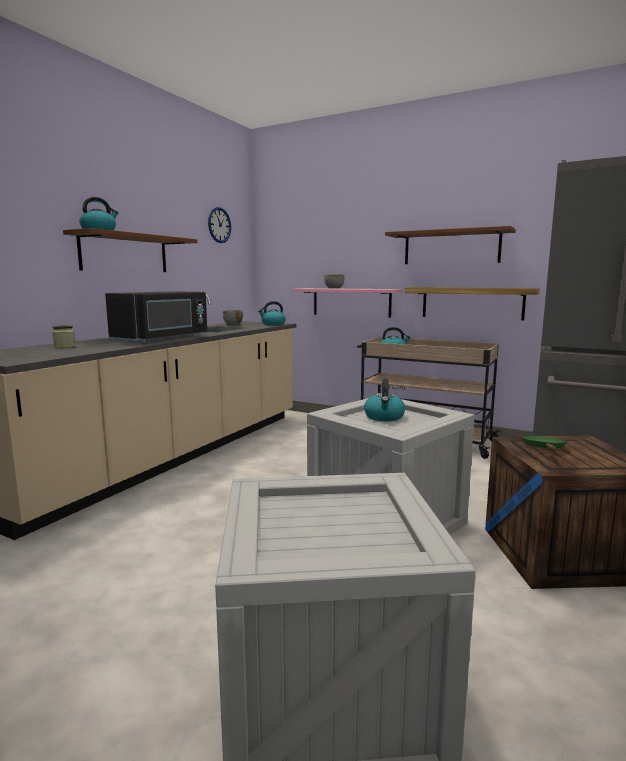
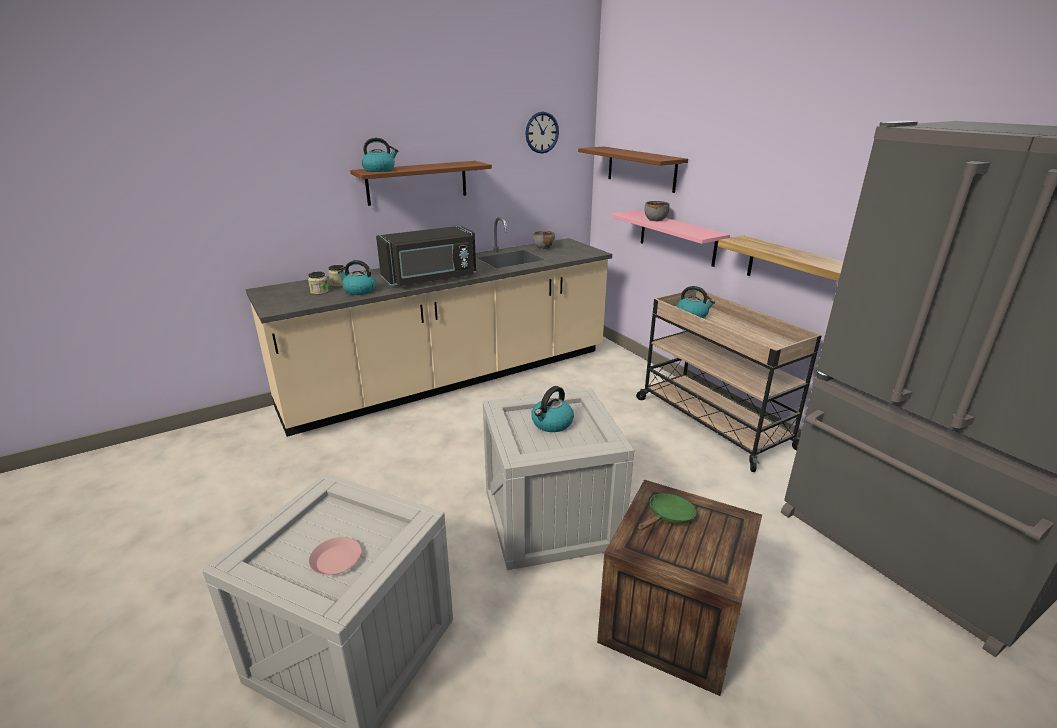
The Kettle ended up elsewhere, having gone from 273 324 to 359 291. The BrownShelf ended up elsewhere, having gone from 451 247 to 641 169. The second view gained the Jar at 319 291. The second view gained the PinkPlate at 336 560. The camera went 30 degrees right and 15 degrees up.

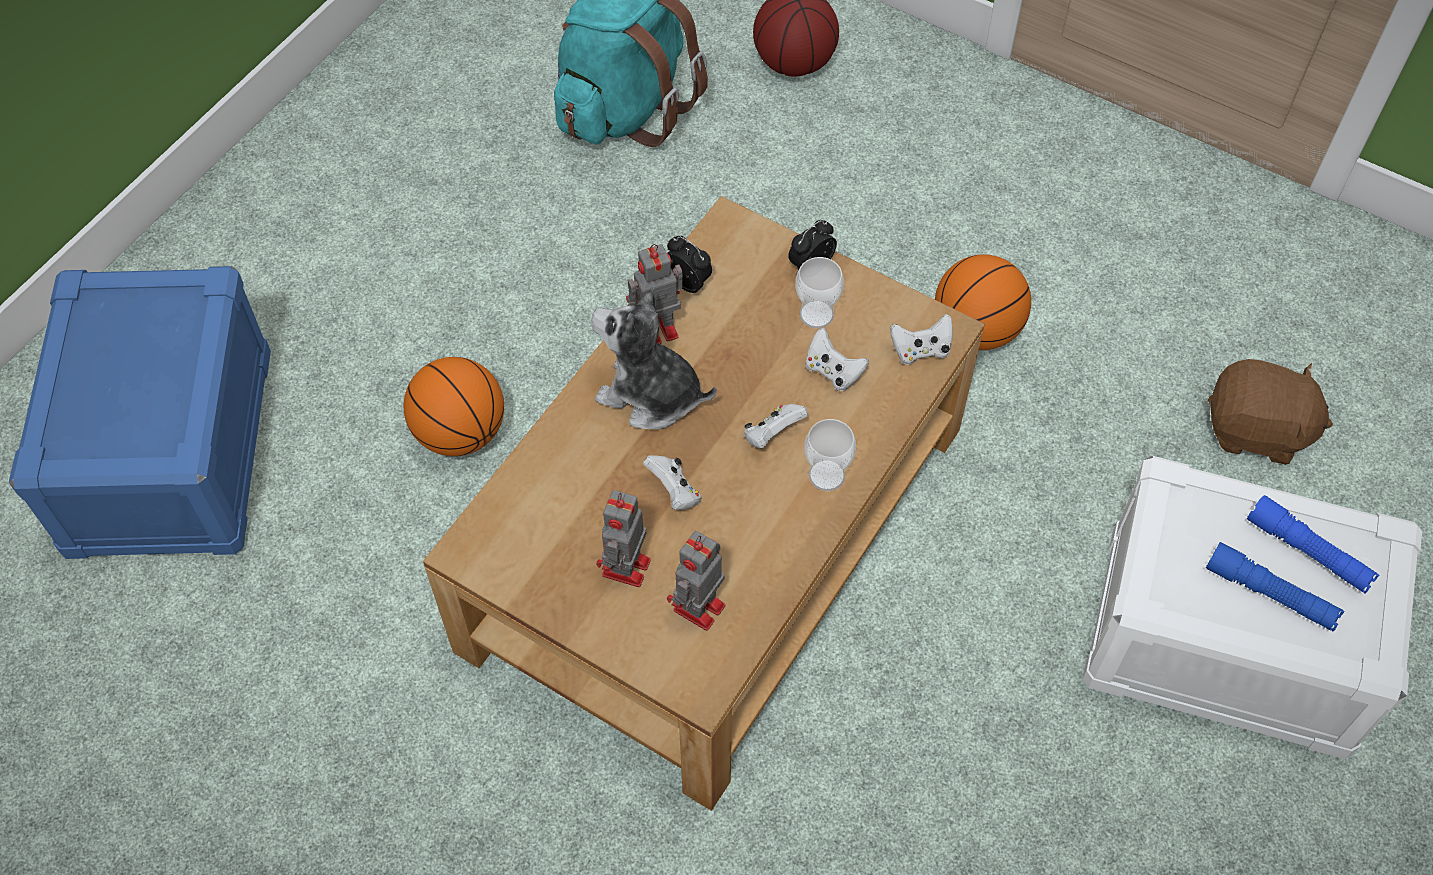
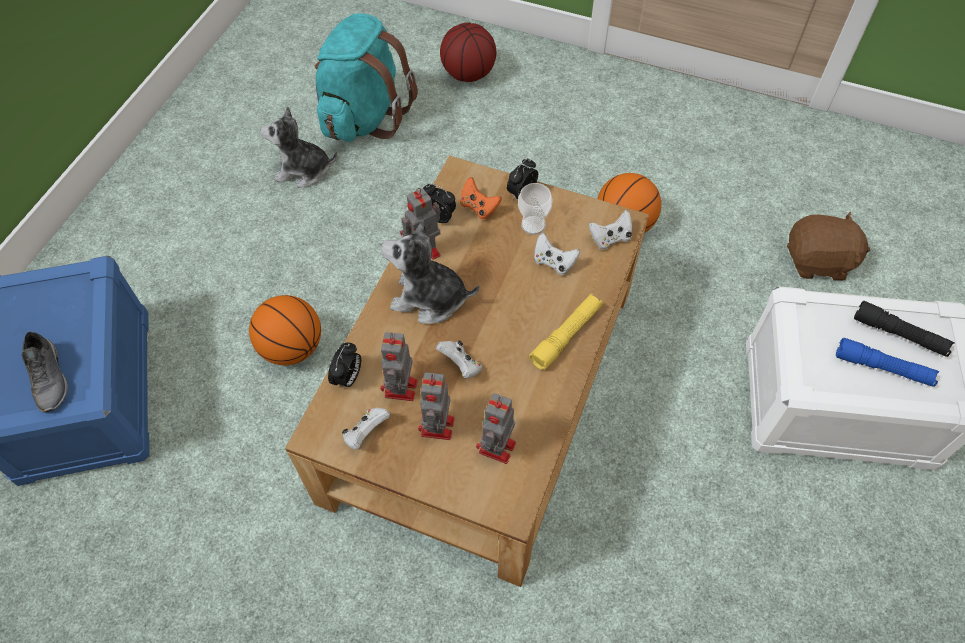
The WhiteGameController ended up elsewhere, having gone from 772 435 to 366 433. Where the Cup stood at 826 475, the YellowFlashlight came to stand at 566 335. What was the BlueFlashlight at 1308 552 turned into the BlackFlashlight at 899 334. The second view gained the GreyShoe at 50 378. The second view gained the PlushToy at 303 171. The second view gained the AlarmClock at 348 378. The second view gained the ToyRobot at 401 390. The second view gained the OrangeGameController at 479 207. The camera went 10 degrees left and 0 degrees up.

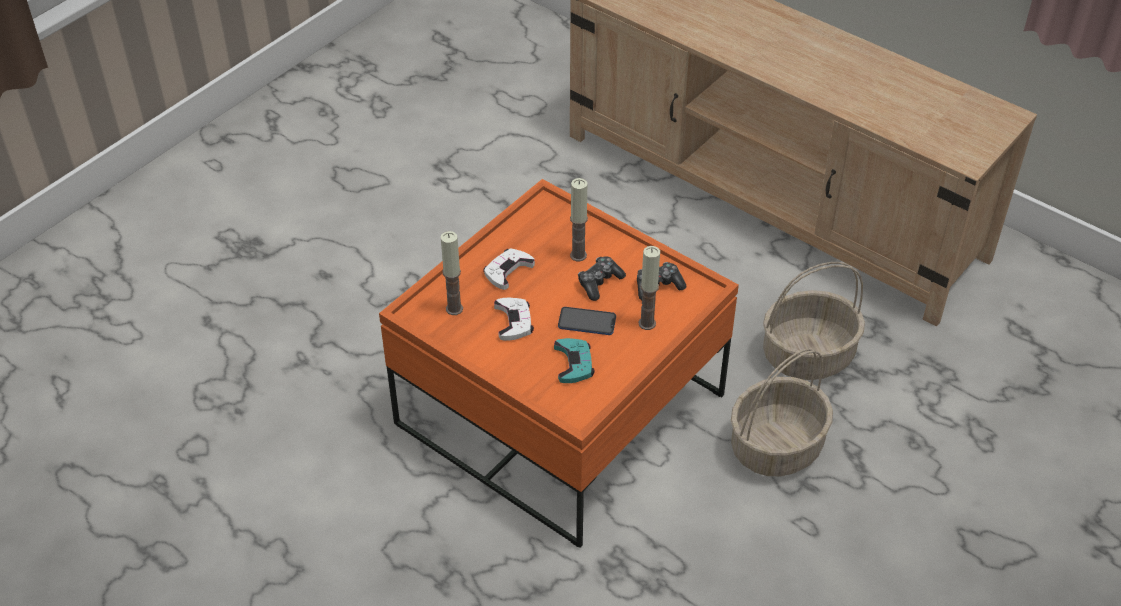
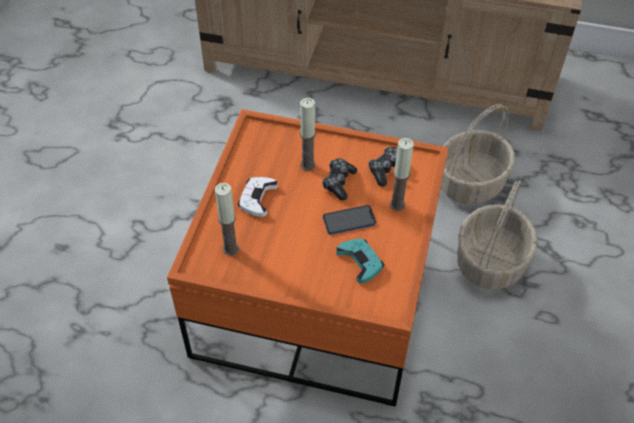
The second view lost the WhiteGameController at 514 321. The camera went 25 degrees left and 5 degrees up.

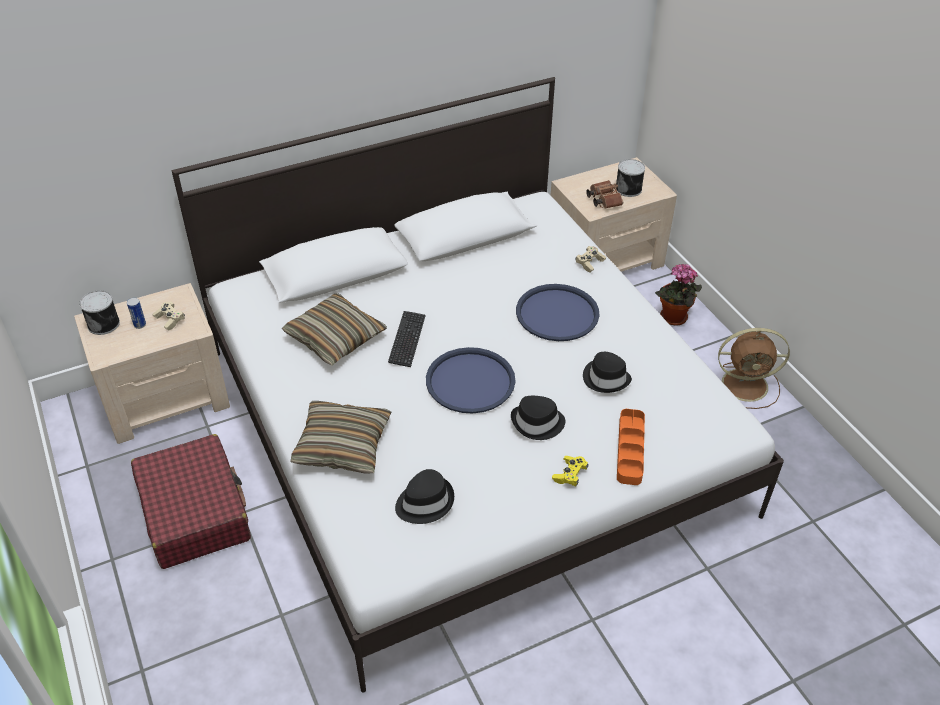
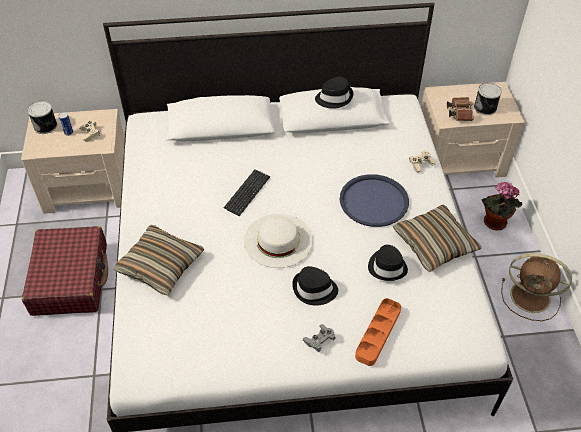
The Pillow ended up elsewhere, having gone from 335 338 to 434 244. The BlackHat ended up elsewhere, having gone from 424 502 to 334 97. Where the BlueTray stood at 470 381, the WhiteHat came to stand at 278 240. What was the YellowGameController at 570 475 turned into the GreyGameController at 319 341. The camera went 20 degrees right and 5 degrees up.

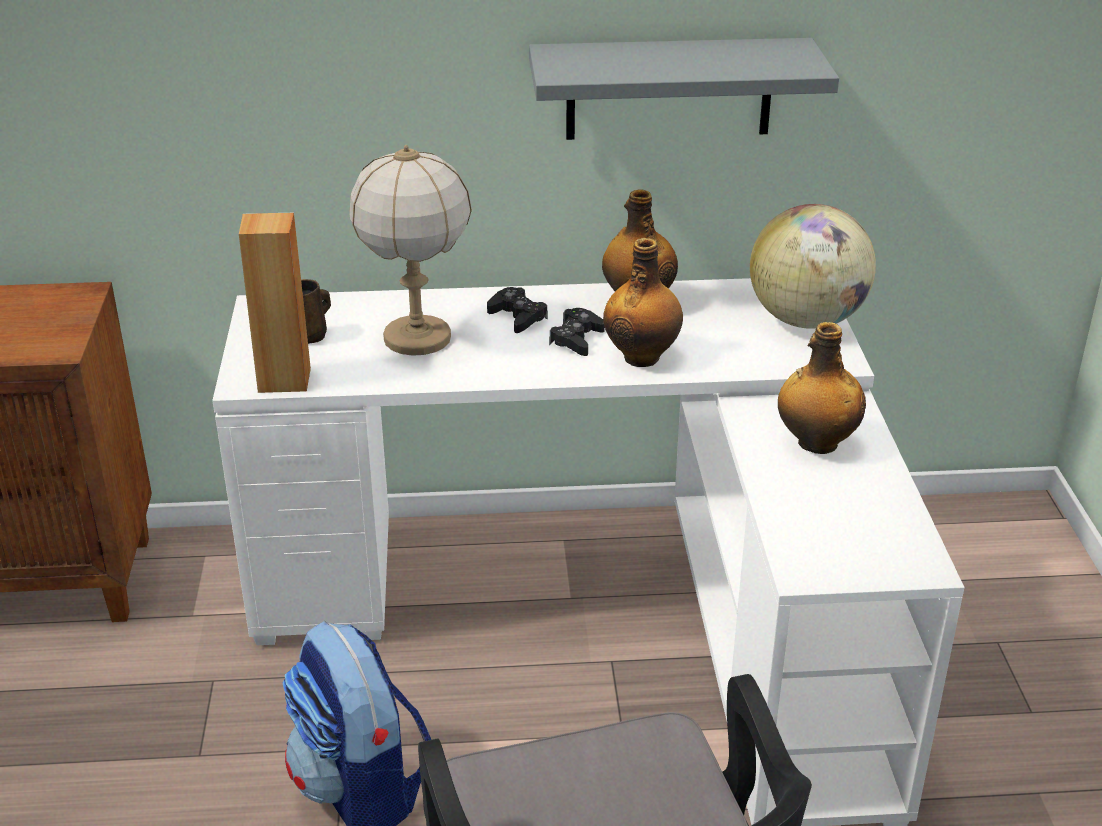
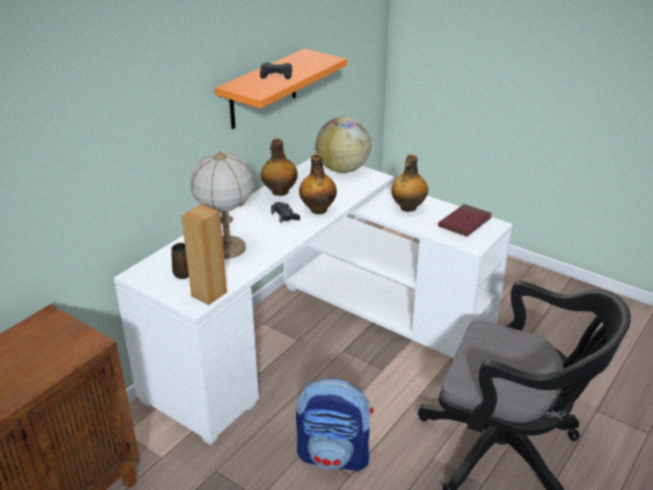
The BlackGameController ended up elsewhere, having gone from 517 317 to 276 75. What was the GreyShelf at 669 89 turned into the OrangeShelf at 263 89. The second view gained the RedBook at 465 222. The camera went 50 degrees left and 0 degrees up.

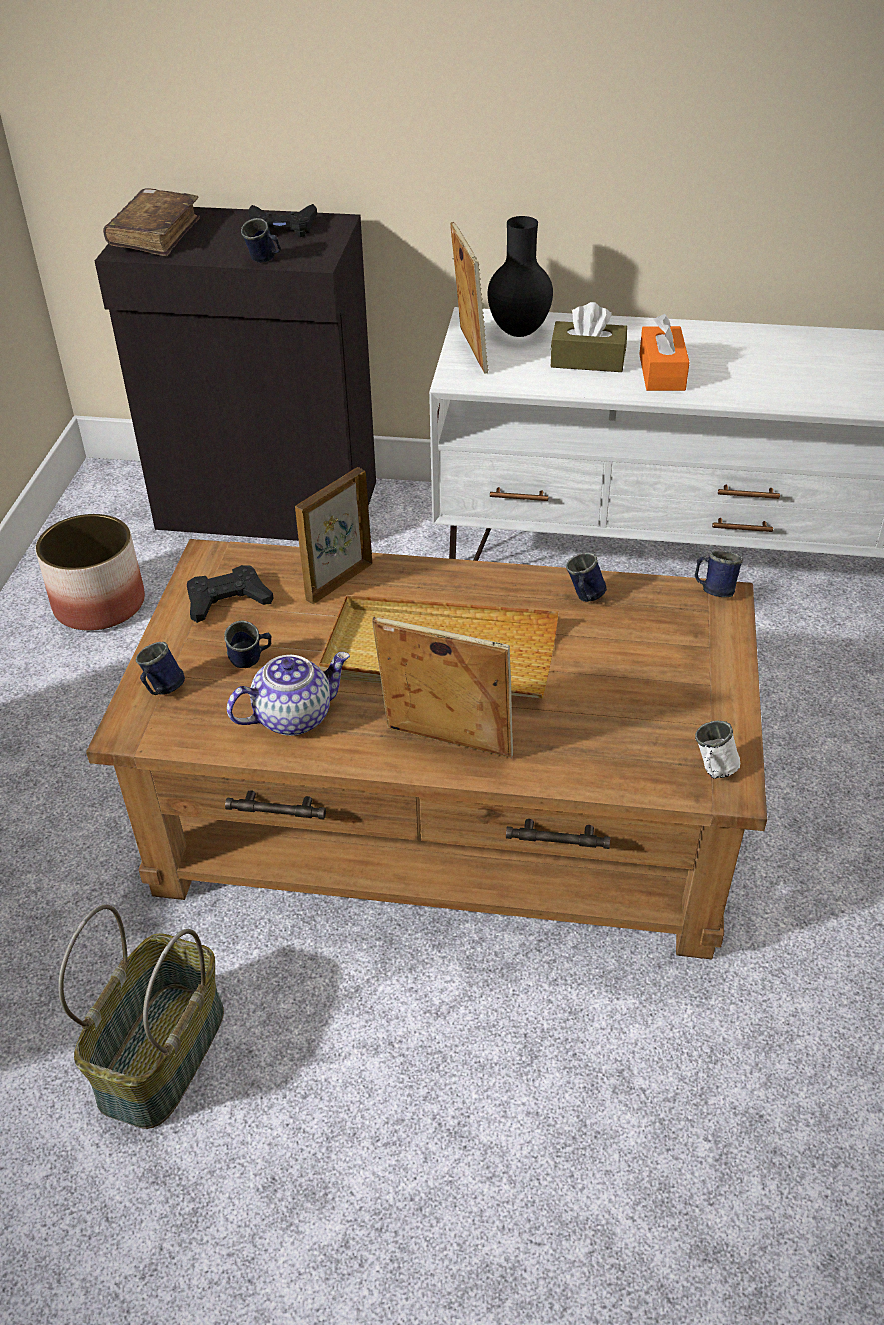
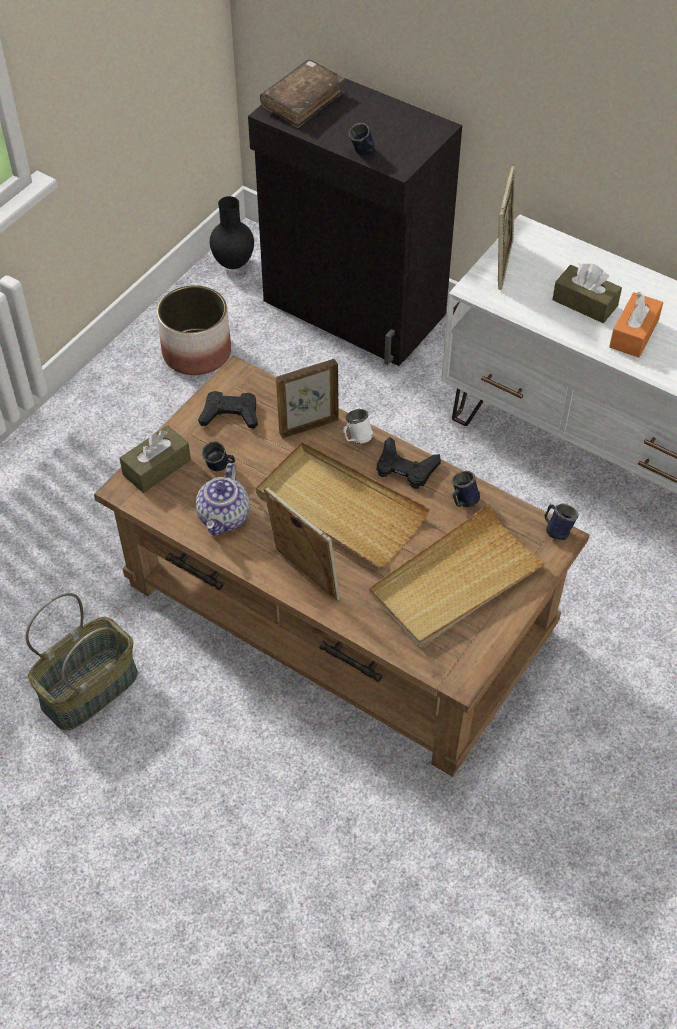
Where the BlueMug stood at 161 690, the BrownTissueBox came to stand at 157 467. The Teapot at 293 716 ended up facing another way, 105 degrees clockwise from before. The BlackGameController ended up elsewhere, having gone from 282 227 to 405 468. The BlackVase ended up elsewhere, having gone from 517 332 to 232 263. The WhiteMug ended up elsewhere, having gone from 712 771 to 356 438. The second view gained the BeigeTray at 456 580. The camera went 25 degrees right and 10 degrees up.

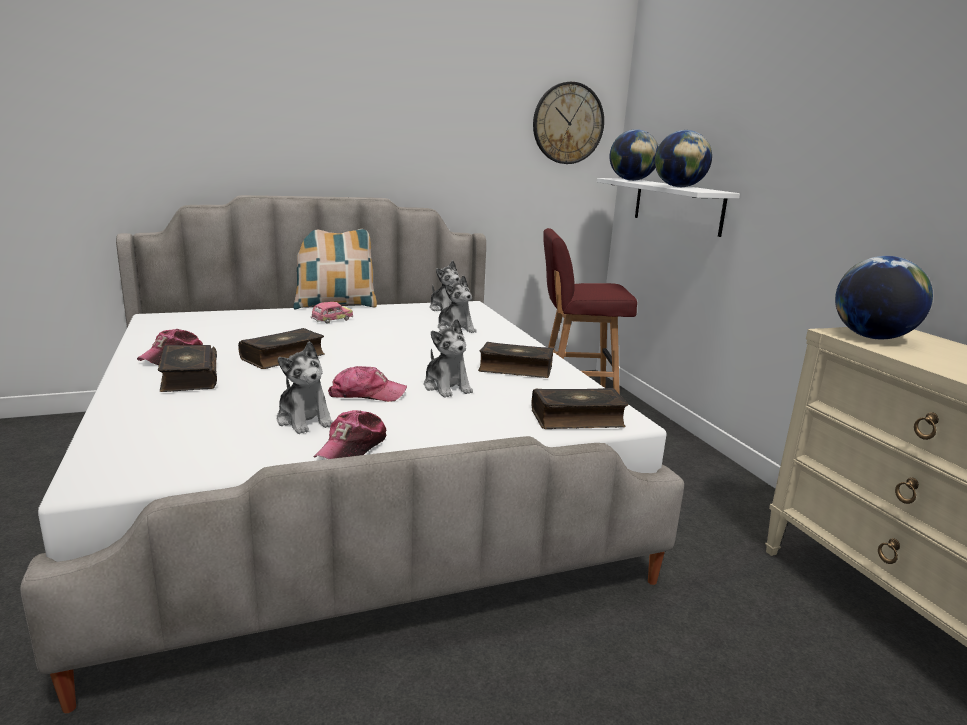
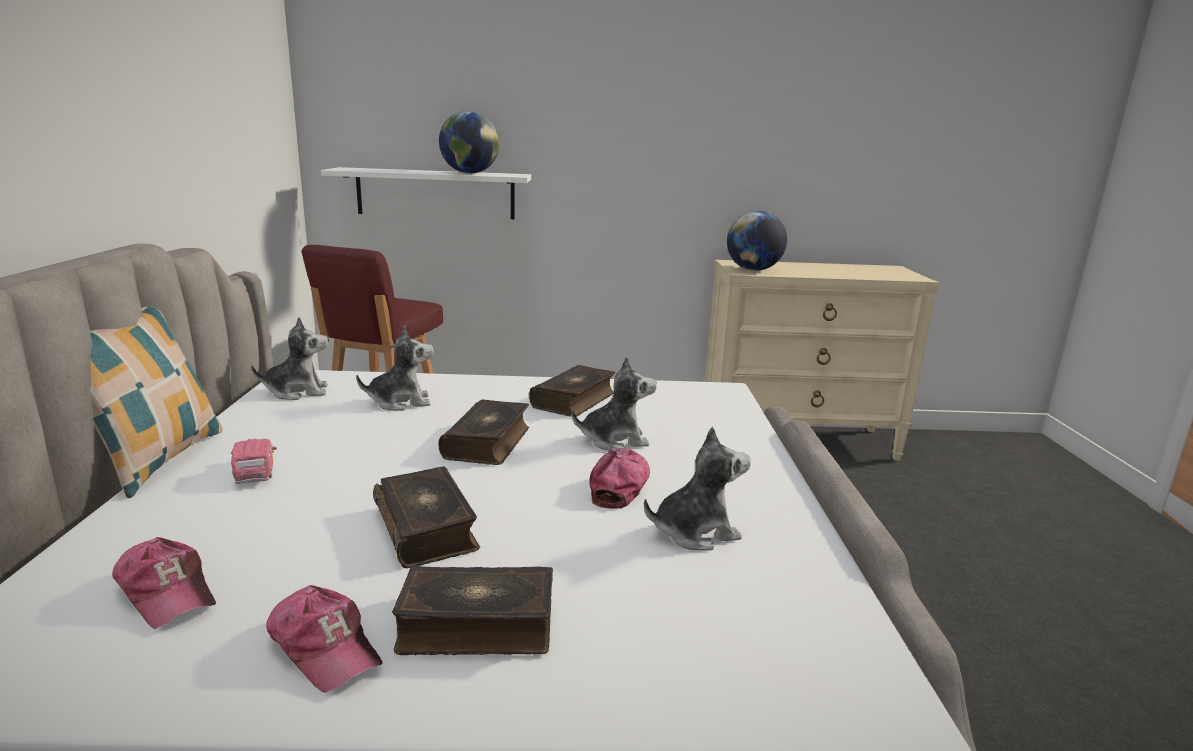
The Cap ended up elsewhere, having gone from 352 448 to 167 592. The Book ended up elsewhere, having gone from 577 419 to 488 443. The second view lost the WallClock at 568 123. The second view lost the Globe at 631 180. The camera went 70 degrees left and 0 degrees up.

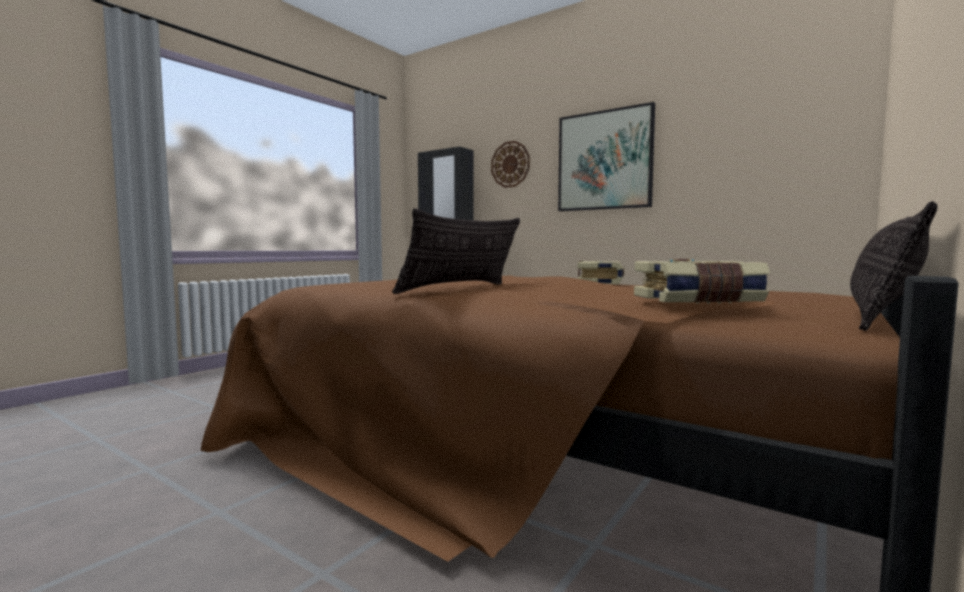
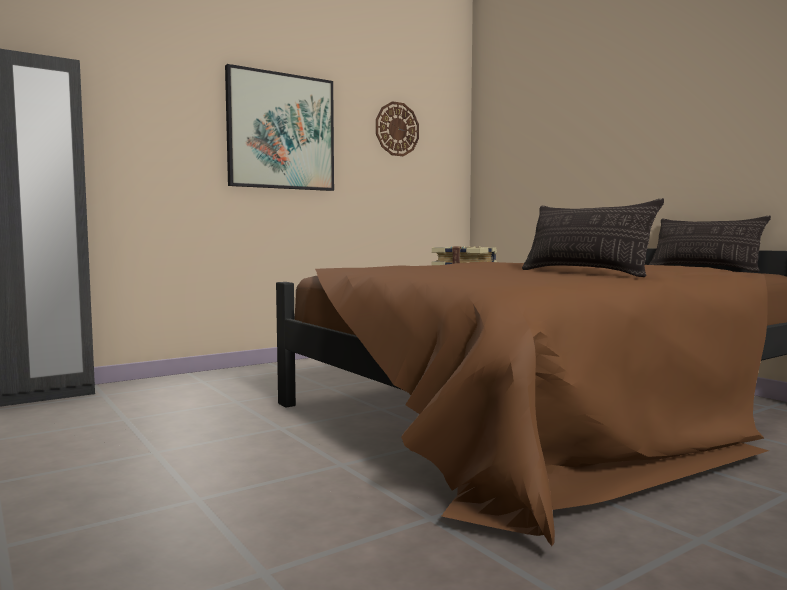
The WallClock ended up elsewhere, having gone from 510 164 to 397 129. The second view lost the Book at 698 301. The camera went 70 degrees left and 0 degrees up.

